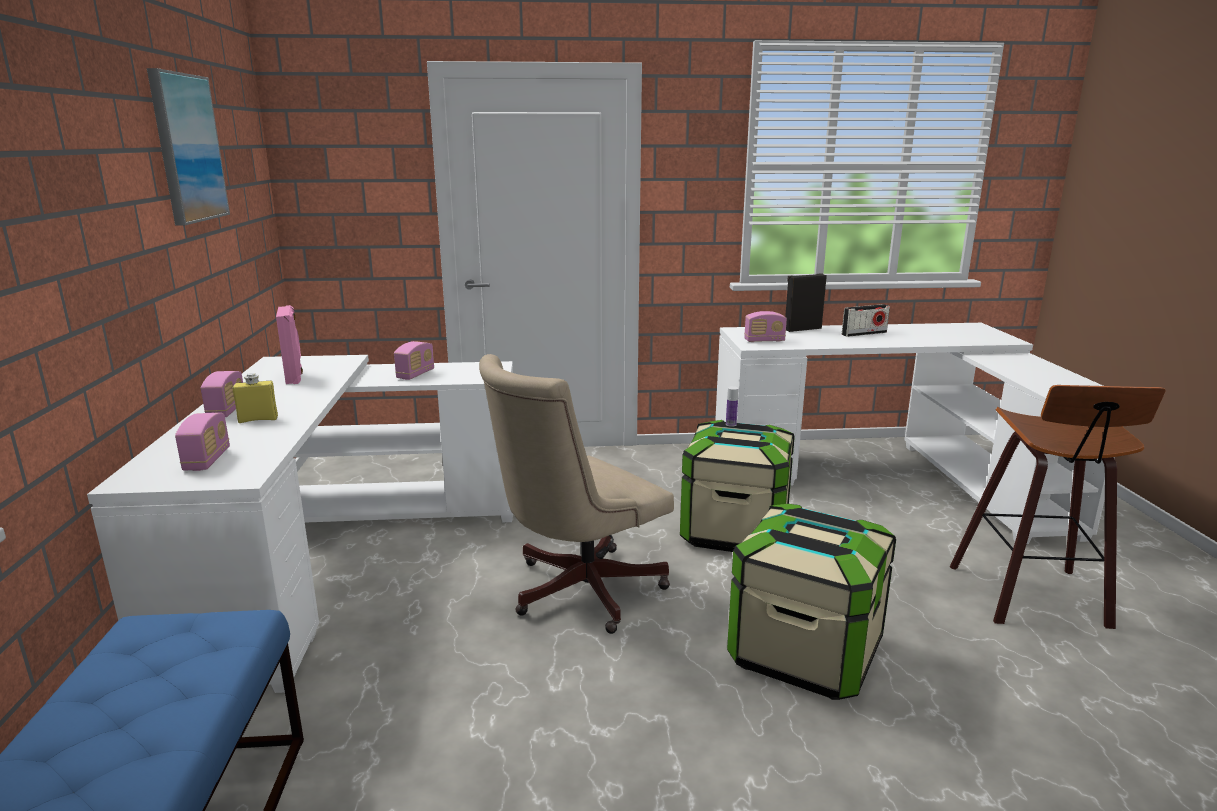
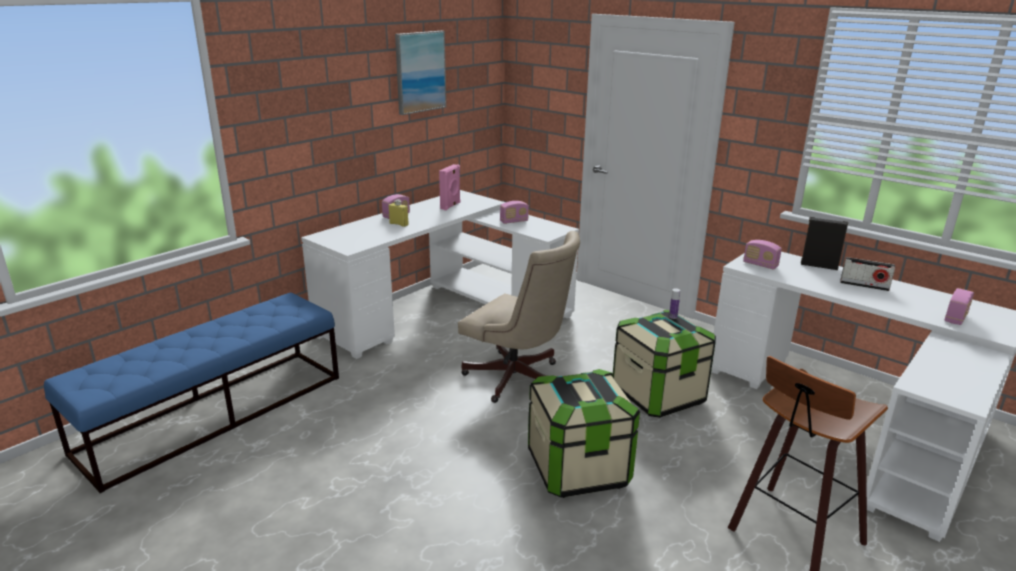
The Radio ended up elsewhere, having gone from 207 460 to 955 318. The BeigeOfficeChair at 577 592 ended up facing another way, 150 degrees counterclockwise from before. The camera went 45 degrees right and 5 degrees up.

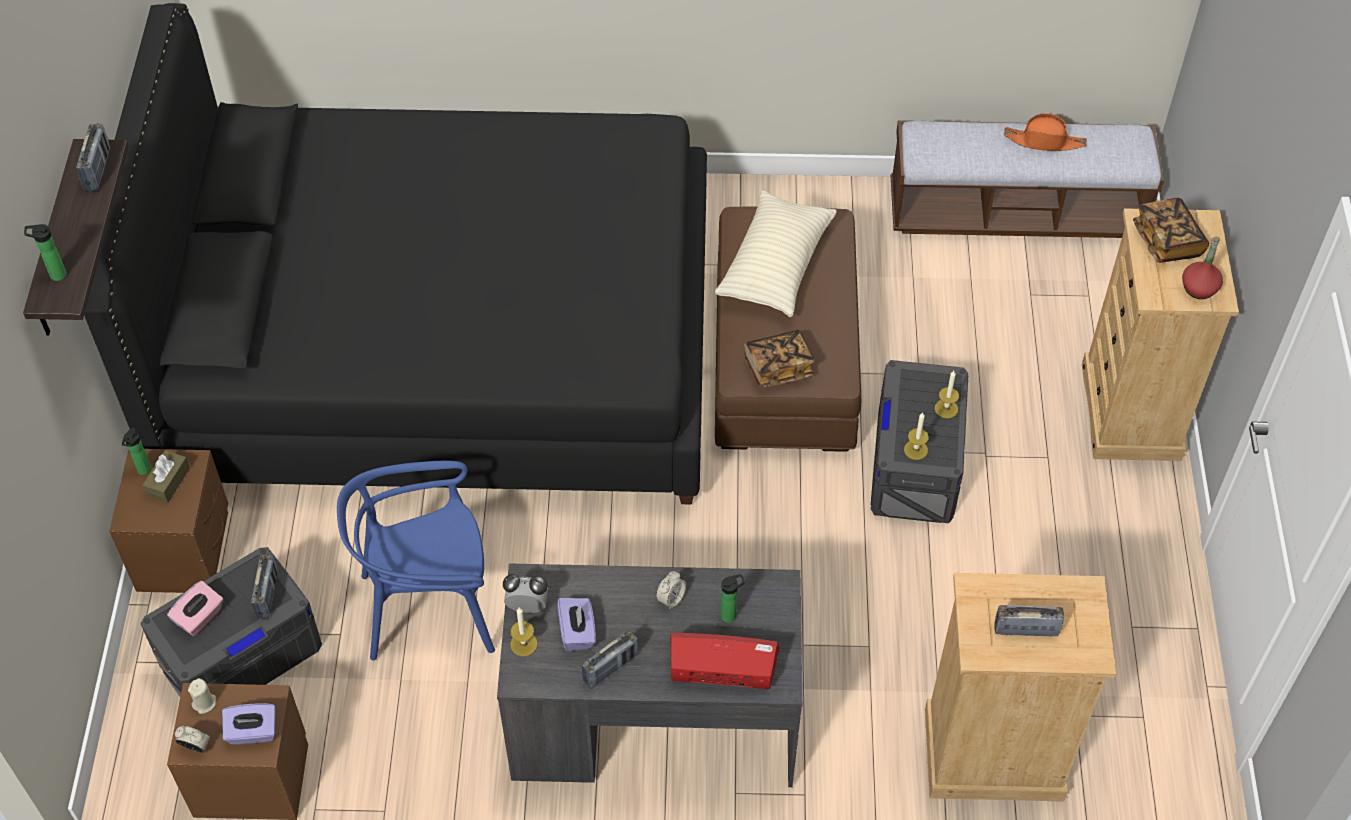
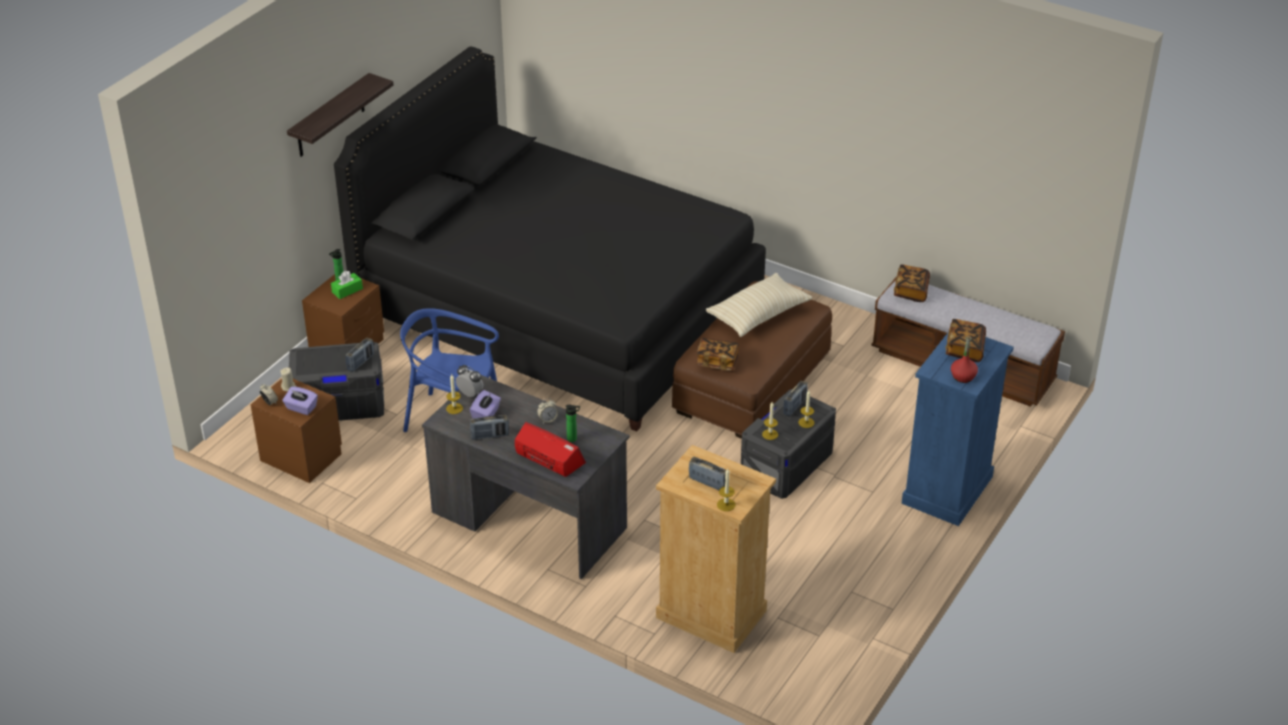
The second view lost the Bottle at 55 275. The Radio ended up elsewhere, having gone from 98 170 to 794 406. What was the BrownTissueBox at 168 482 turned into the GreenTissueBox at 347 290. The second view lost the PinkTissueBox at 200 617. The second view lost the OrangeHat at 1044 141. What was the BeigeDresser at 1131 412 turned into the BlueDresser at 947 490. The second view gained the Candle at 726 504. The second view gained the Book at 911 291. The camera went 30 degrees right and 15 degrees down.

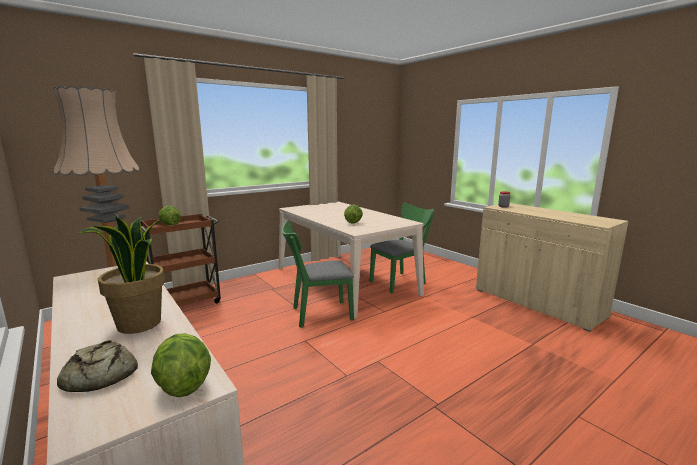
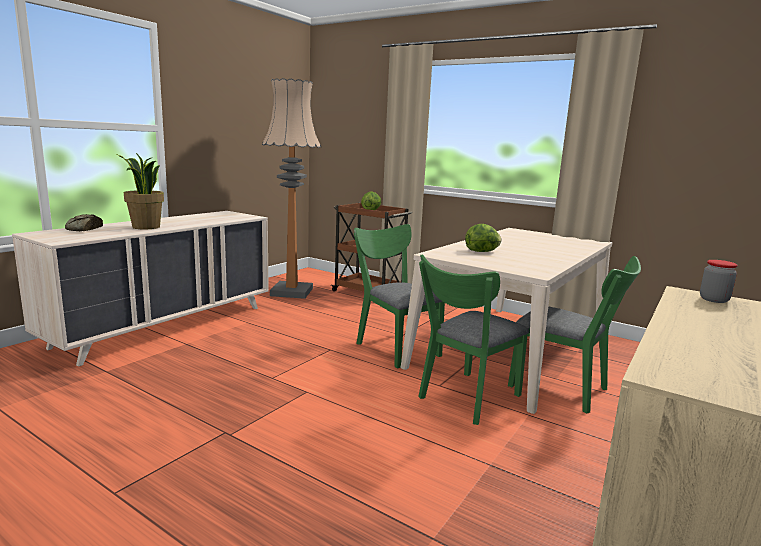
The second view lost the Lettuce at 183 385. The second view gained the GreenChair at 465 399. The camera went 70 degrees right and 0 degrees up.

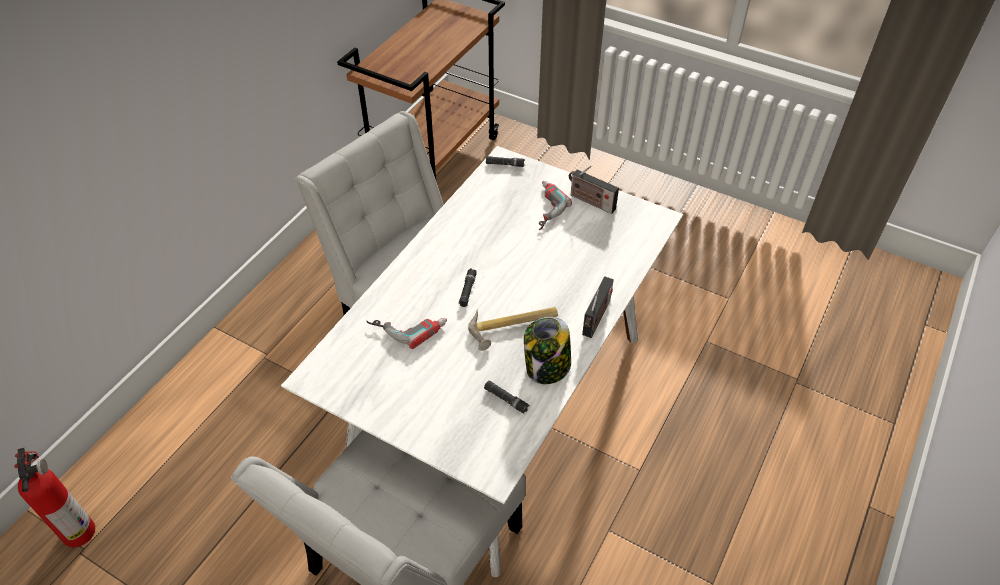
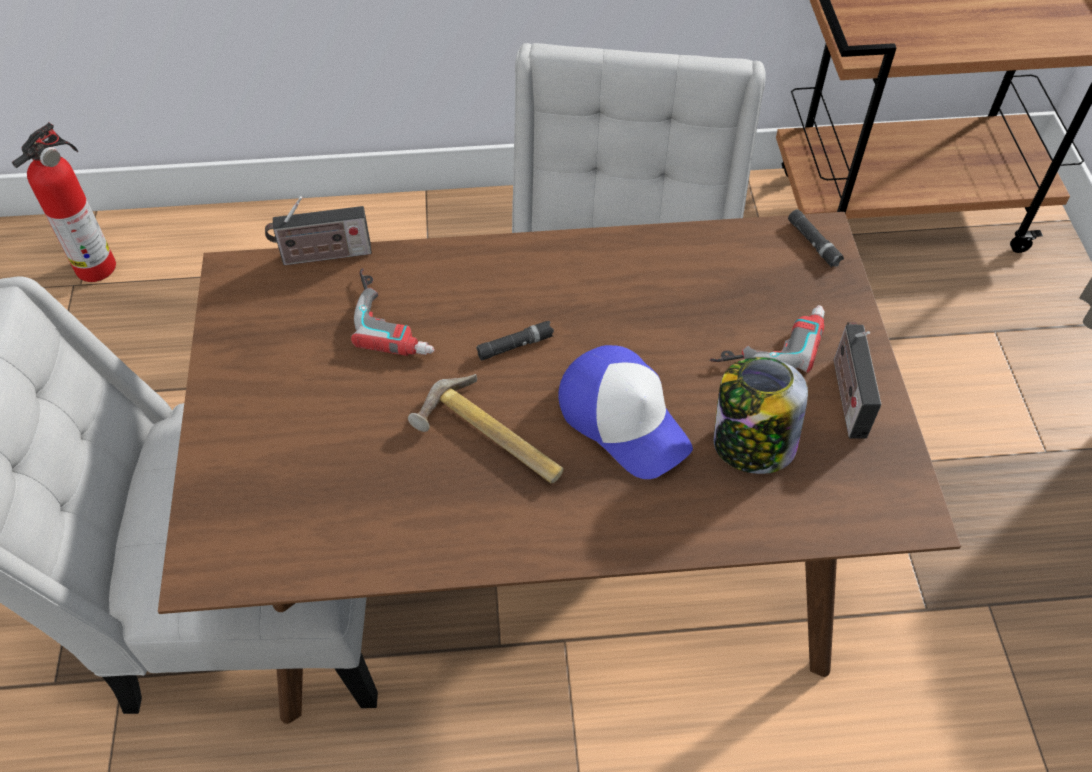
What was the WhiteDiningTable at 498 406 turned into the BrownDiningTable at 547 558. The second view lost the BlackFlashlight at 506 399. The Jar ended up elsewhere, having gone from 547 368 to 751 445. The Radio ended up elsewhere, having gone from 596 319 to 322 256. The second view gained the Cap at 624 419. The camera went 55 degrees right and 5 degrees up.

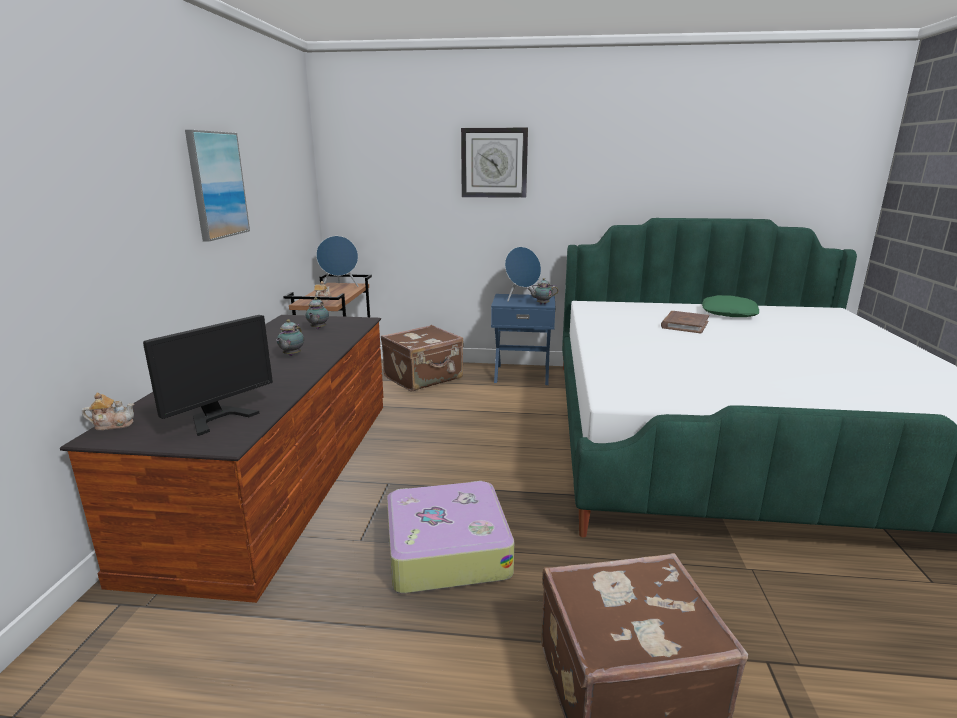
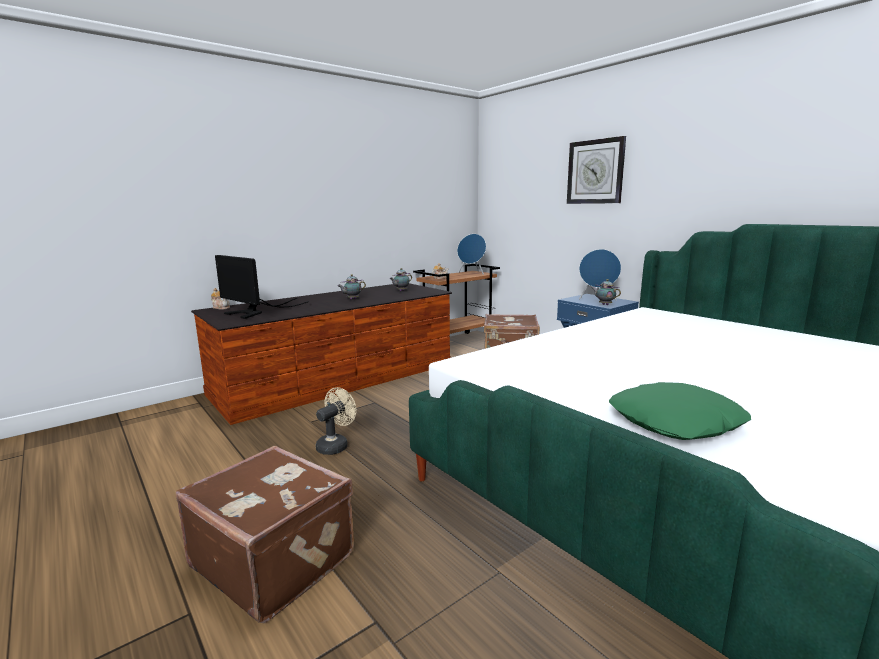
The Monitor at 210 413 ended up facing another way, 45 degrees clockwise from before. The second view lost the Picture at 217 185. Where the Suitcase stood at 446 549, the BeigeFan came to stand at 336 445. The second view lost the BrownBook at 684 325. The GreenPillow ended up elsewhere, having gone from 729 313 to 676 422. The camera went 45 degrees right and 5 degrees down.

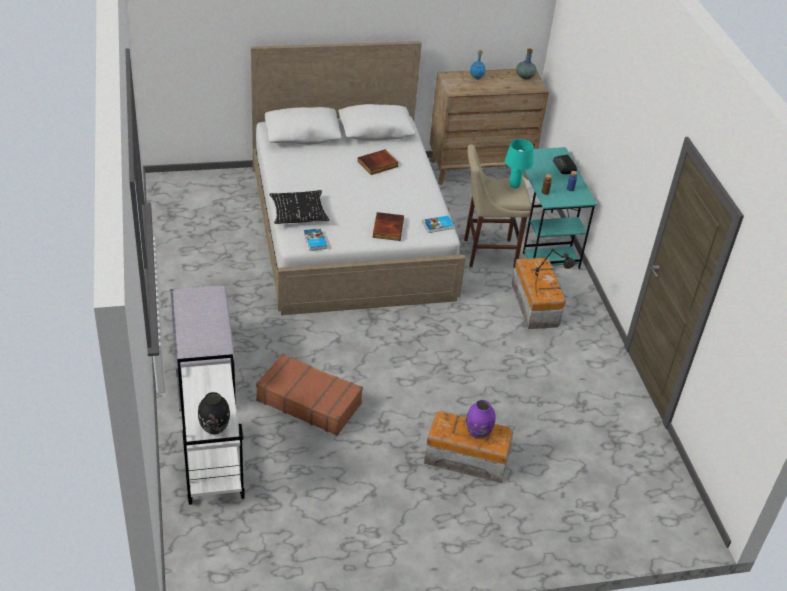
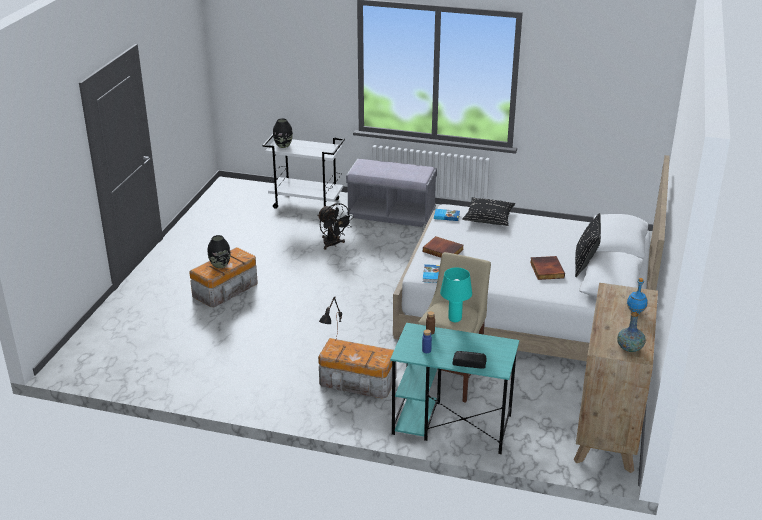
Where the BrownSuitcase stood at 309 401, the BlackFan came to stand at 333 244. What was the PurpleVase at 478 432 turned into the BlackVase at 220 265. The second view gained the BlackPillow at 585 264. The camera went 120 degrees right and 10 degrees down.

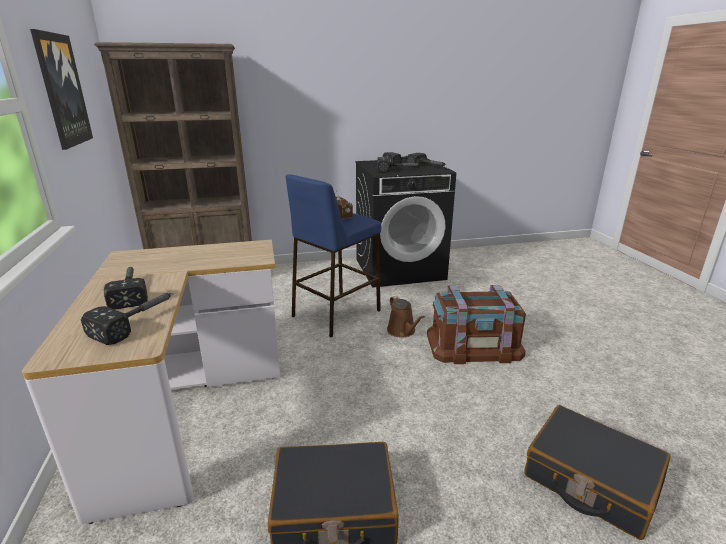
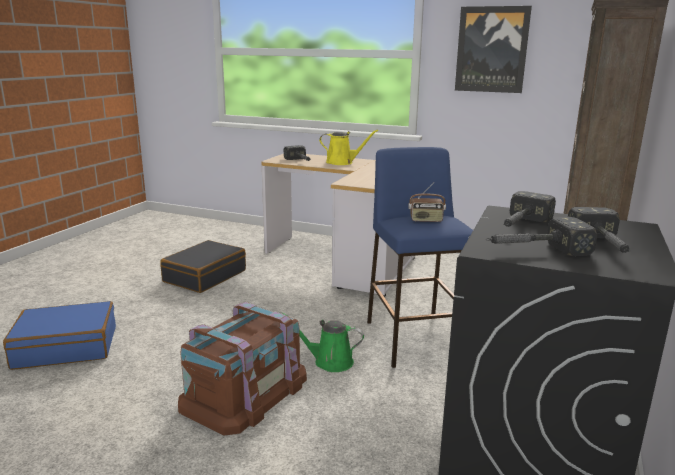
Where the Hammer stood at 130 290, the YellowWateringCan came to stand at 342 162. What was the BrownWateringCan at 402 331 turned into the GreenWateringCan at 329 361. What was the BlackSuitcase at 590 480 turned into the BlueSuitcase at 66 347. The camera went 125 degrees right and 5 degrees down.

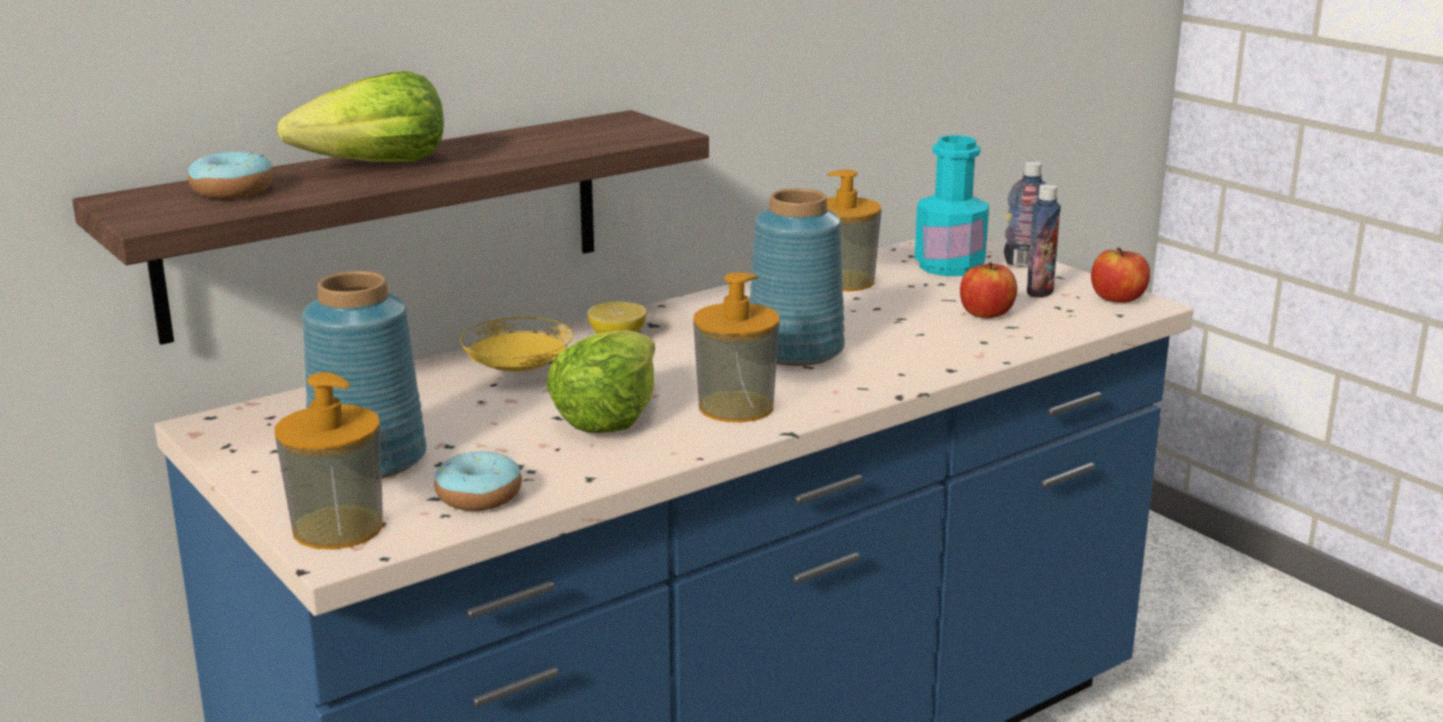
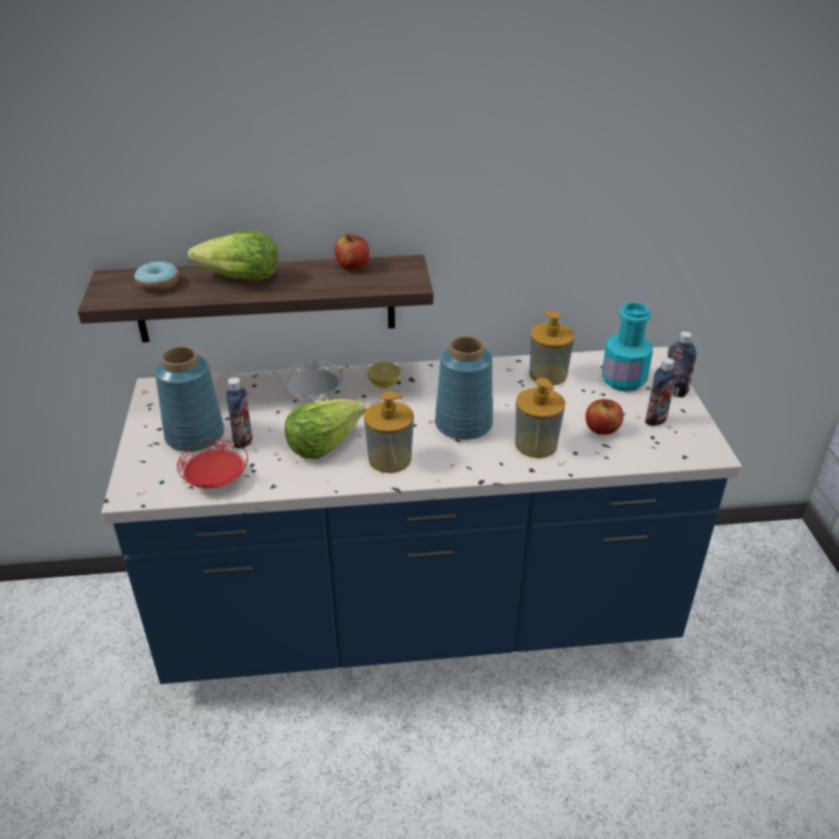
The SoapDispenser ended up elsewhere, having gone from 338 528 to 536 444. Where the Donut stood at 479 496, the RedPlate came to stand at 215 479. What was the YellowPlate at 518 371 turned into the WhitePlate at 314 394. The Apple ended up elsewhere, having gone from 1117 298 to 353 266. The second view gained the Bottle at 243 440. The camera went 30 degrees right and 15 degrees up.

